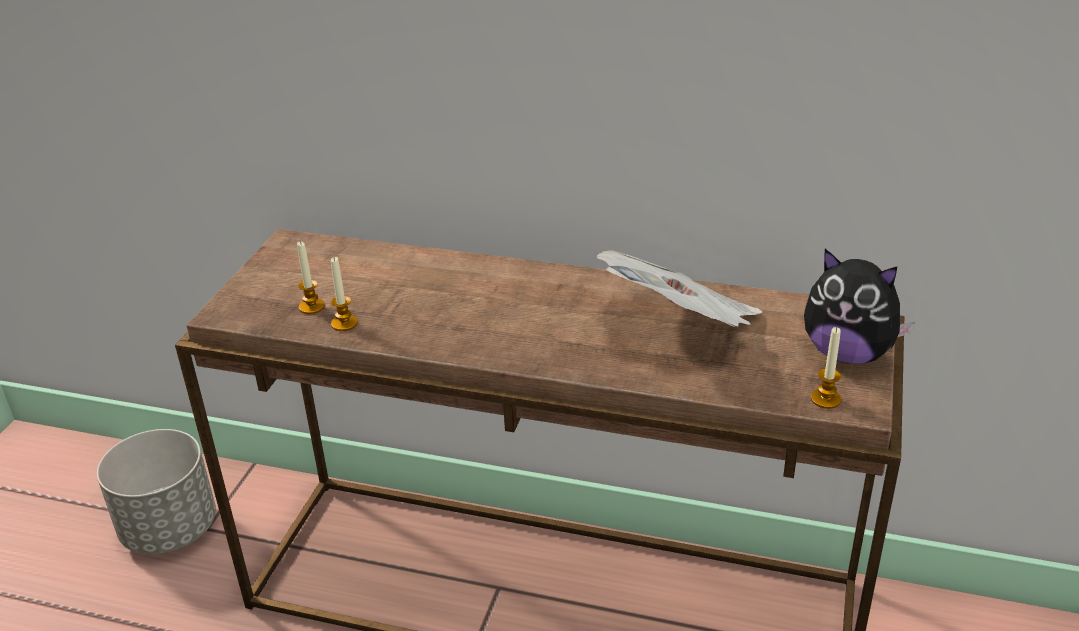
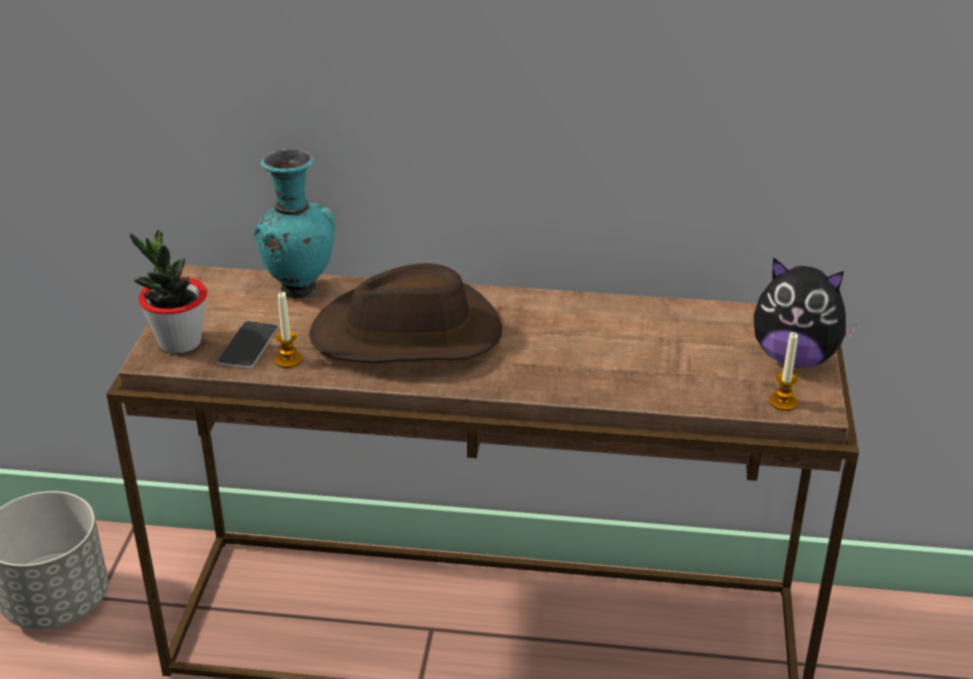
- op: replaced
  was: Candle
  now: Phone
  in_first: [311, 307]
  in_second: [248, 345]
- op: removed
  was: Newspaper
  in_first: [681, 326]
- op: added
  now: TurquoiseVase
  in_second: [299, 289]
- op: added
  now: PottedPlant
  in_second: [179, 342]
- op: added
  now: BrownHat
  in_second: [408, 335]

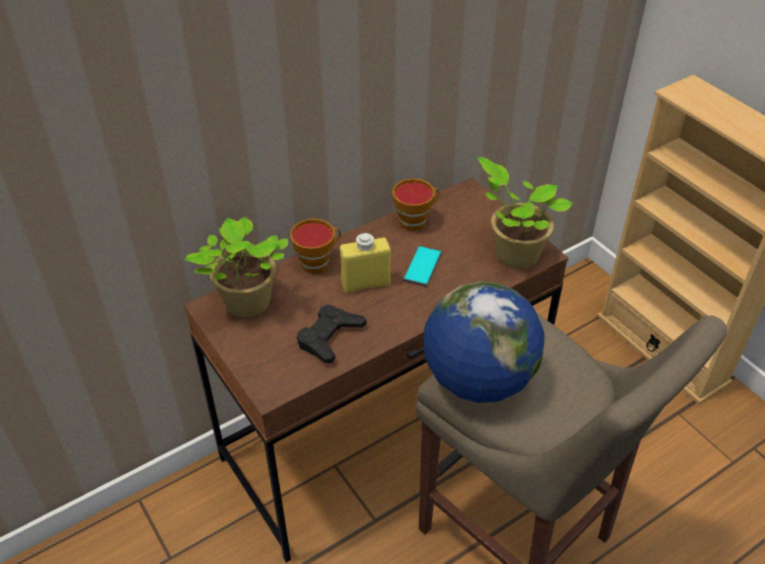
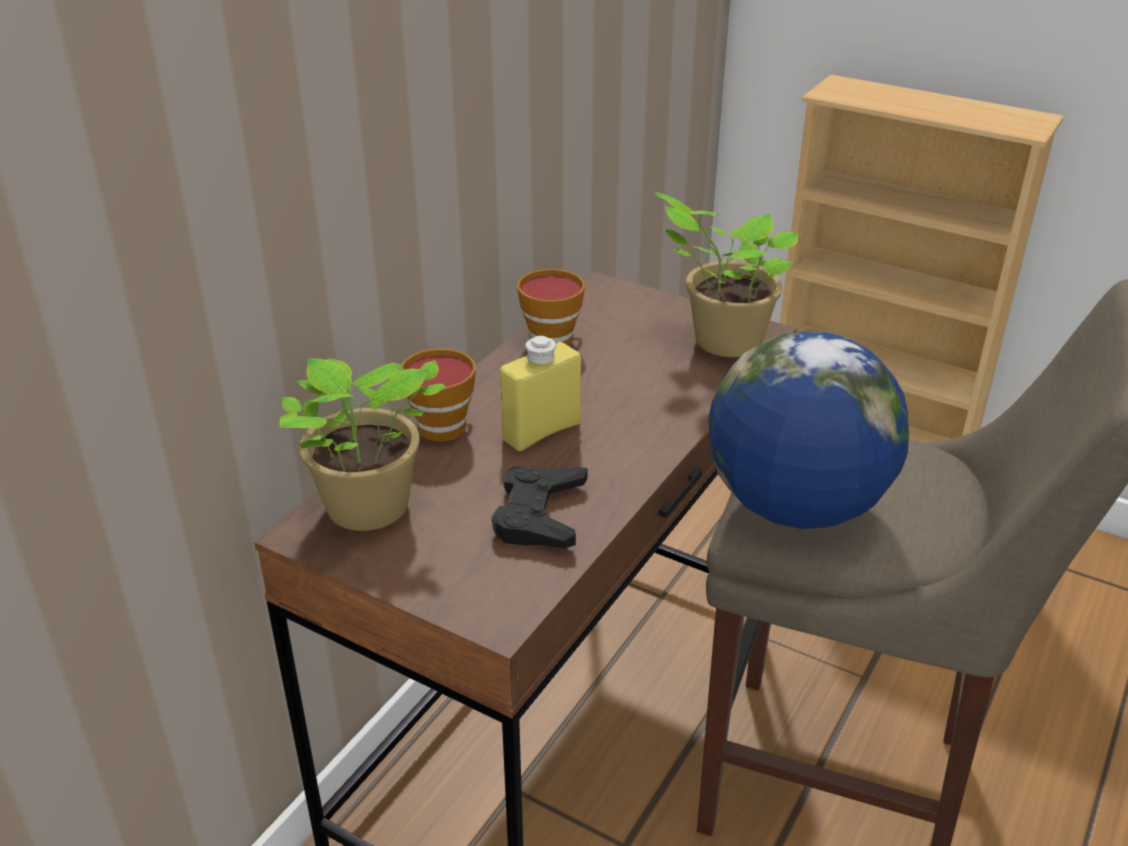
- op: removed
  was: Phone
  in_first: [422, 267]

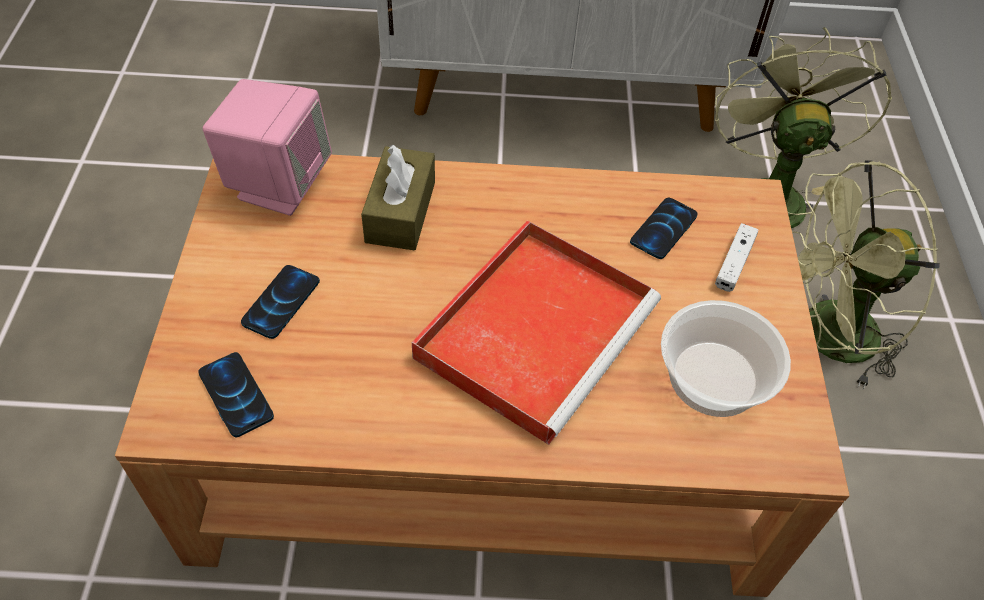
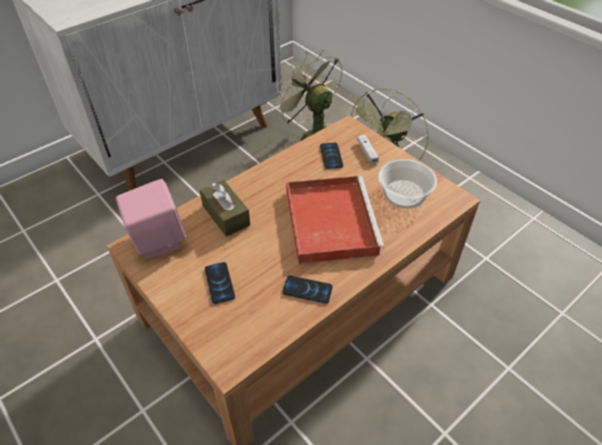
- op: moved
  was: Phone
  in_first: [236, 395]
  in_second: [307, 290]

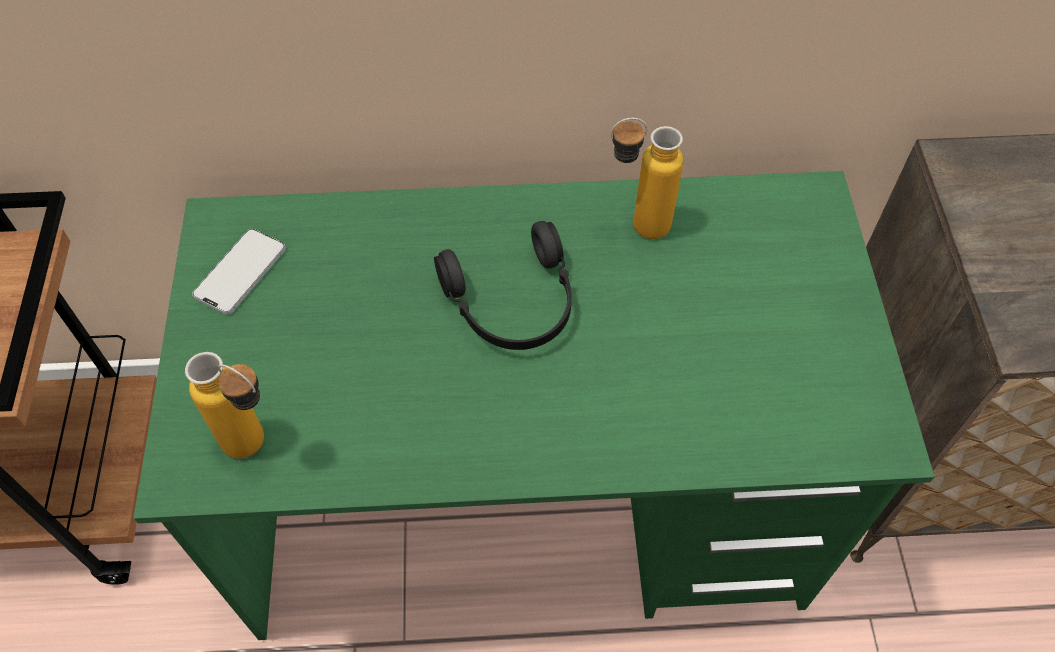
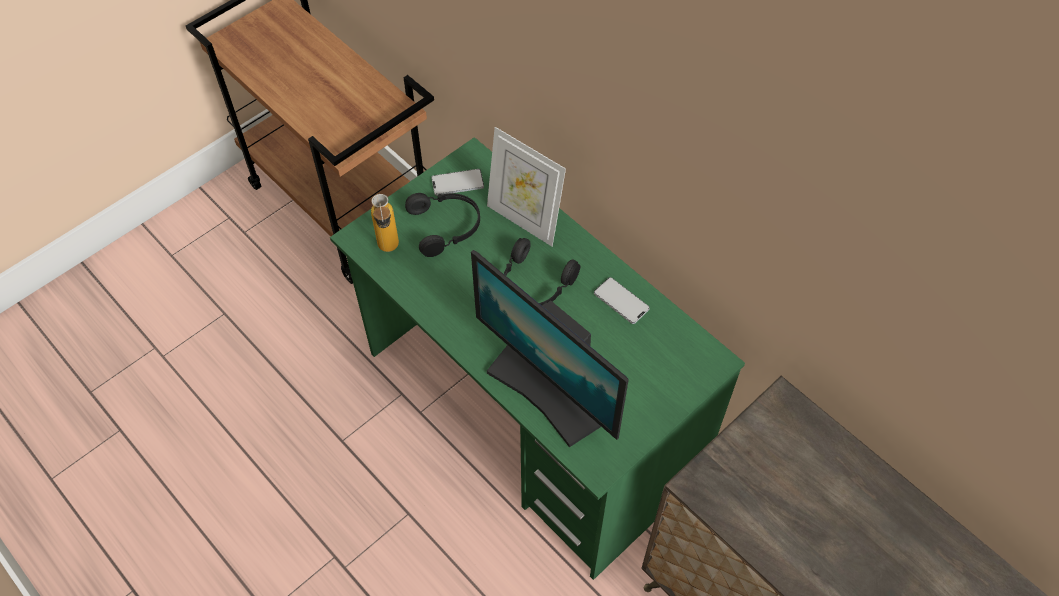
- op: replaced
  was: Bottle
  now: Phone
  in_first: [635, 227]
  in_second: [621, 301]
- op: added
  now: PictureFrame
  in_second: [524, 220]
- op: added
  now: BlackHeadphones
  in_second: [446, 227]
- op: added
  now: Monitor
  in_second: [548, 391]

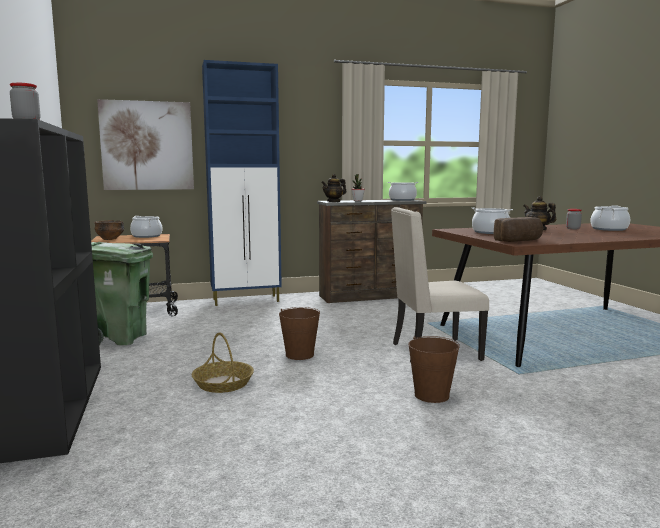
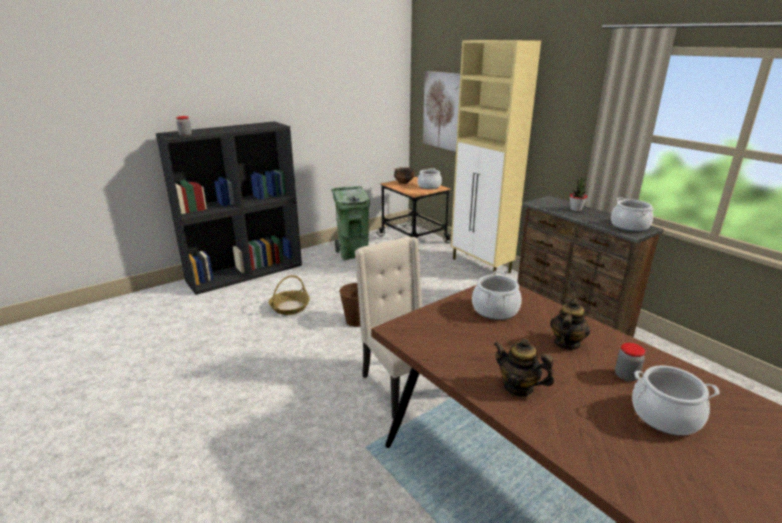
- op: recoloured
  was: BlueCabinet
  now: BeigeCabinet
  in_first: [247, 300]
  in_second: [481, 266]
- op: moved
  was: Teapot
  in_first: [334, 201]
  in_second: [518, 387]
- op: removed
  was: Bread
  in_first: [519, 241]
- op: removed
  was: BrownBucket
  in_first: [431, 395]

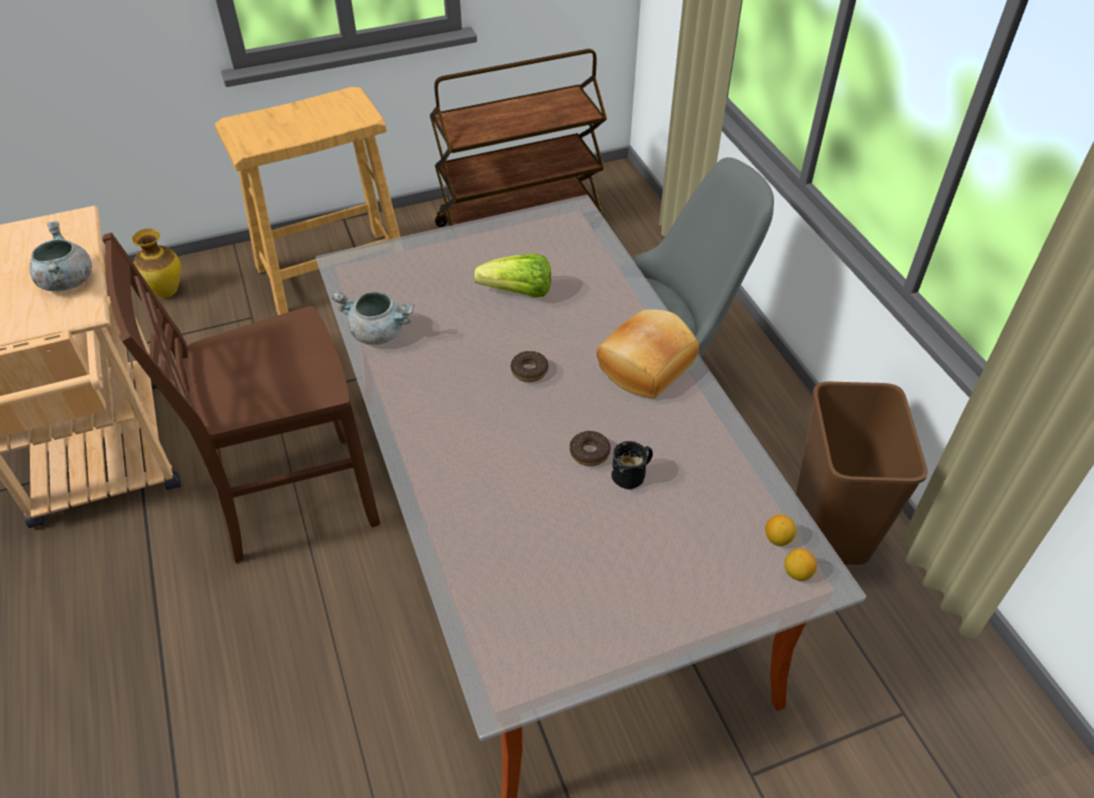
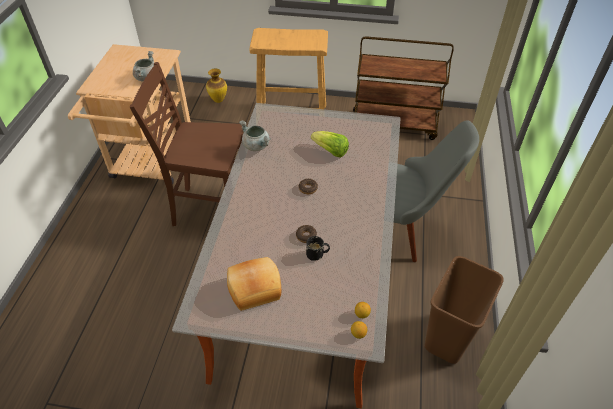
- op: moved
  was: Bread
  in_first: [644, 365]
  in_second: [254, 288]

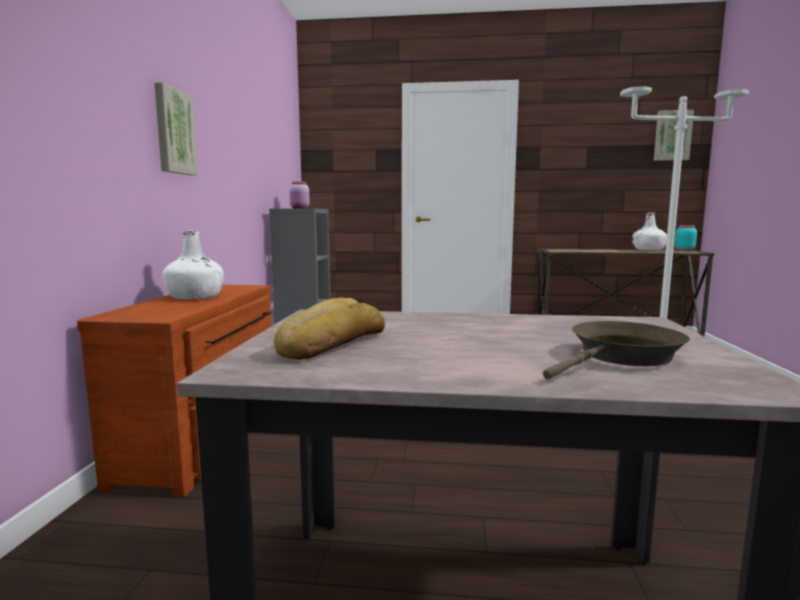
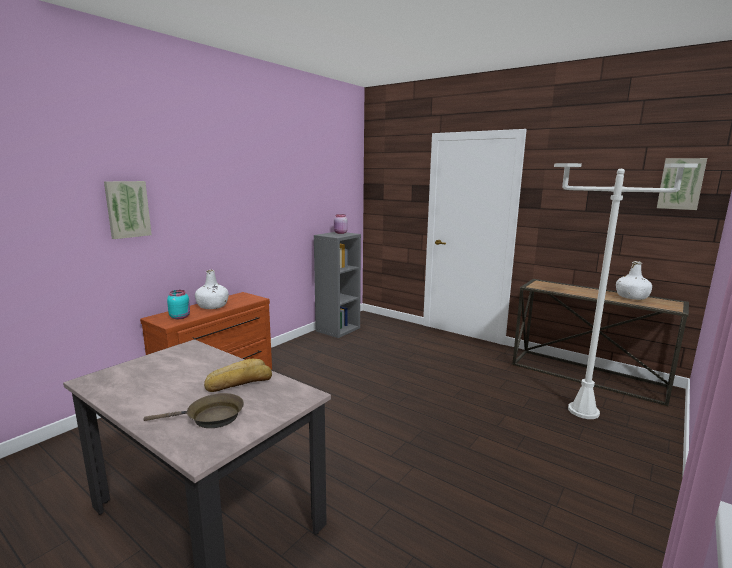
- op: moved
  was: Picture
  in_first: [173, 132]
  in_second: [127, 209]
- op: moved
  was: TurquoiseJar
  in_first: [684, 250]
  in_second: [180, 317]
- op: moved
  was: Bread
  in_first: [329, 343]
  in_second: [239, 382]

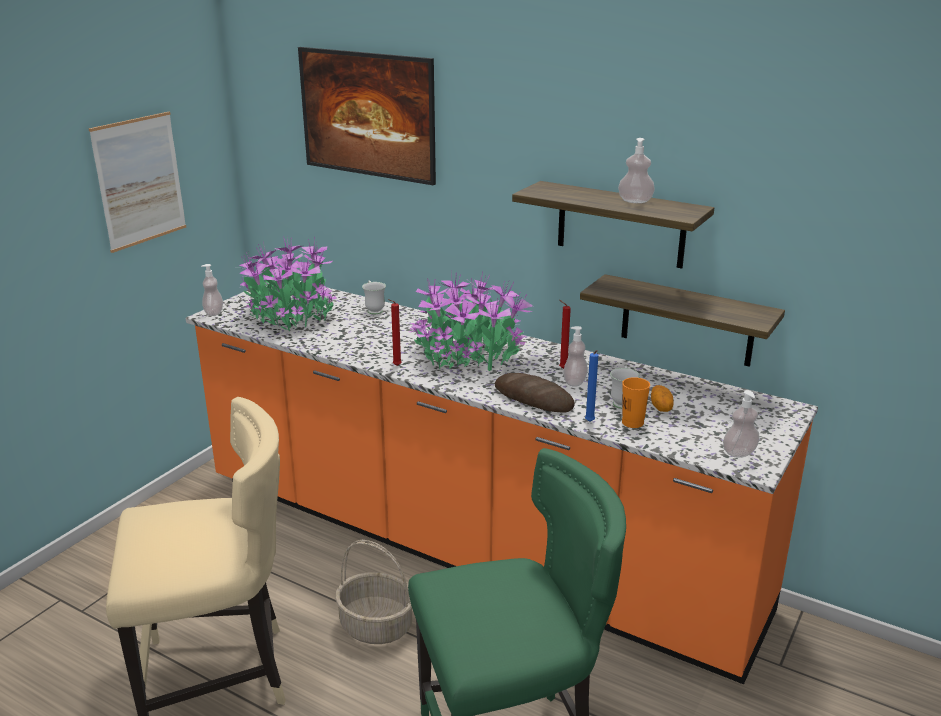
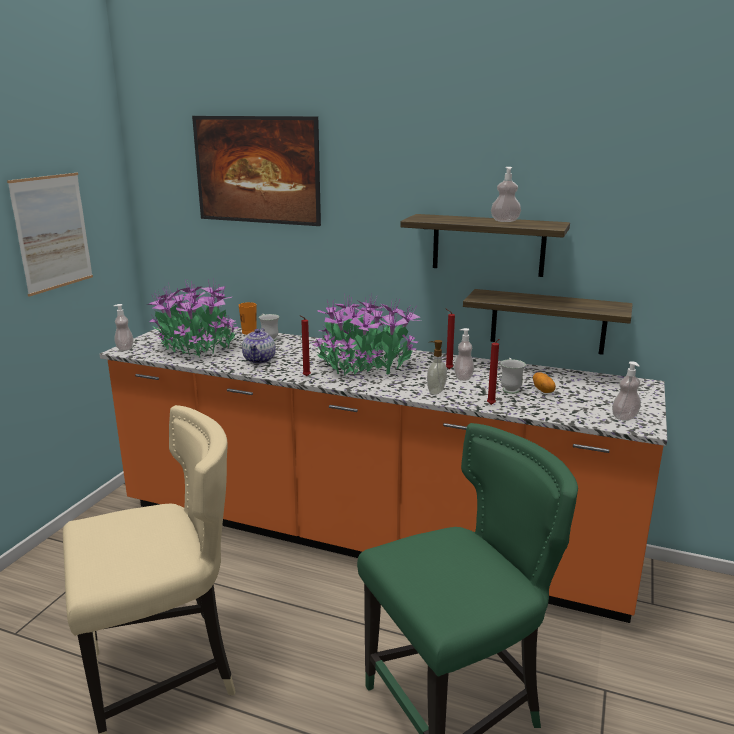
- op: recoloured
  was: BlueCandle
  now: RedCandle
  in_first: [590, 422]
  in_second: [491, 405]
- op: replaced
  was: Bread
  now: SoapDispenser
  in_first: [533, 398]
  in_second: [435, 391]
- op: moved
  was: OrangeCup
  in_first: [632, 423]
  in_second: [249, 332]
- op: removed
  was: Basket
  in_first: [377, 626]
- op: added
  now: Teapot
  in_second: [260, 360]

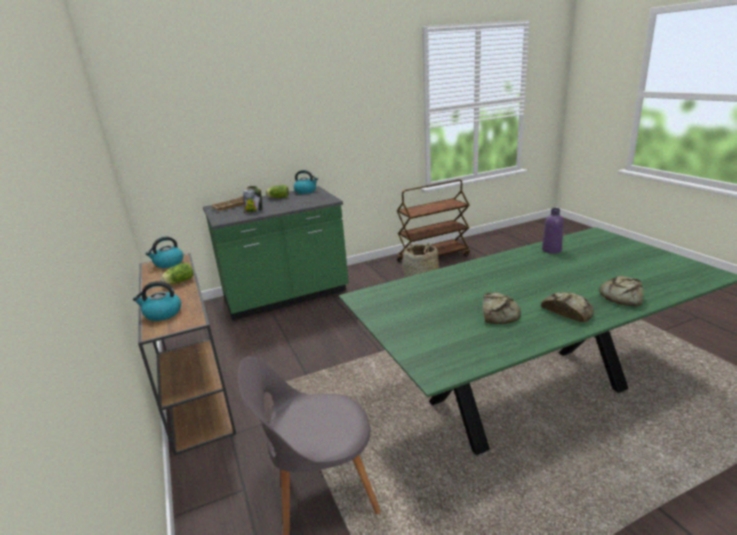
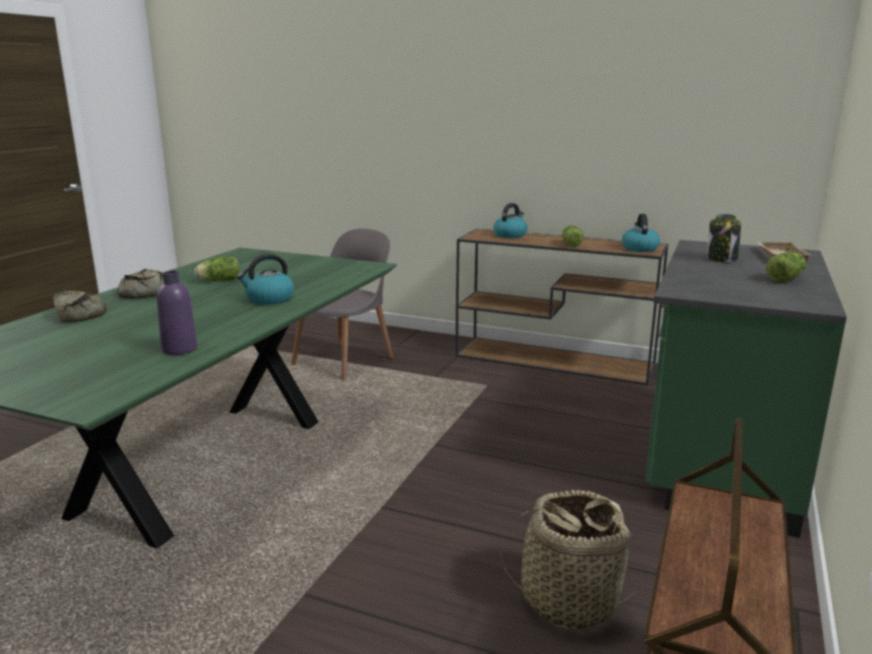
- op: moved
  was: Kettle
  in_first: [306, 191]
  in_second: [269, 299]
- op: replaced
  was: Bread
  now: Lettuce
  in_first: [499, 313]
  in_second: [218, 280]

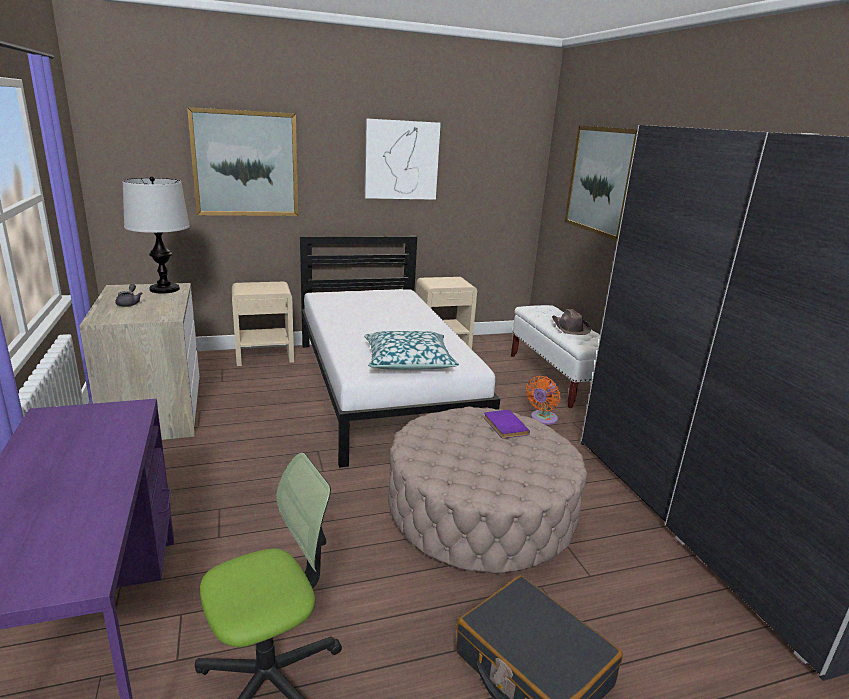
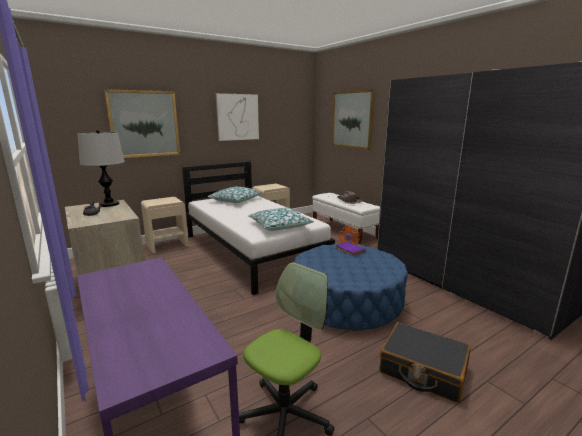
- op: recoloured
  was: BeigeOttoman
  now: BlueOttoman
  in_first: [480, 511]
  in_second: [346, 301]
- op: added
  now: Pillow
  in_second: [235, 200]

